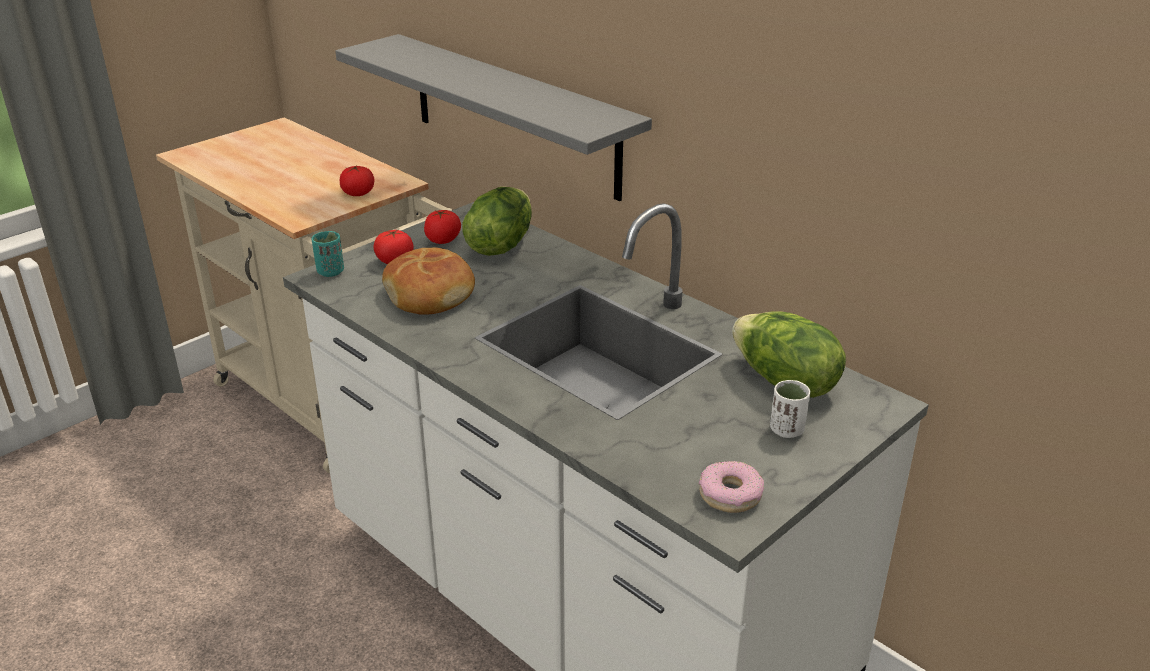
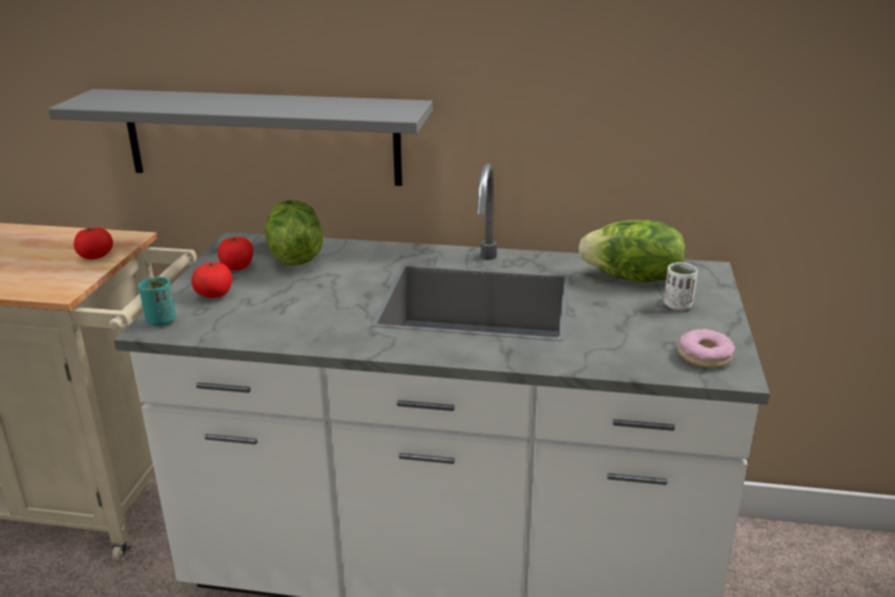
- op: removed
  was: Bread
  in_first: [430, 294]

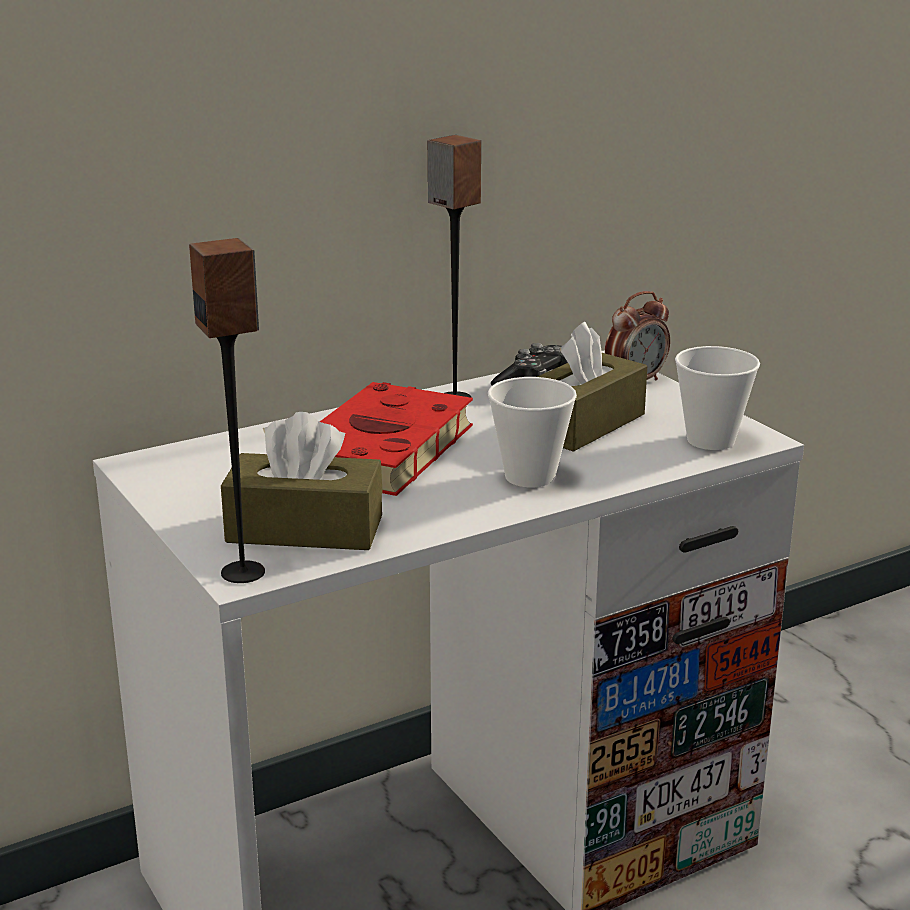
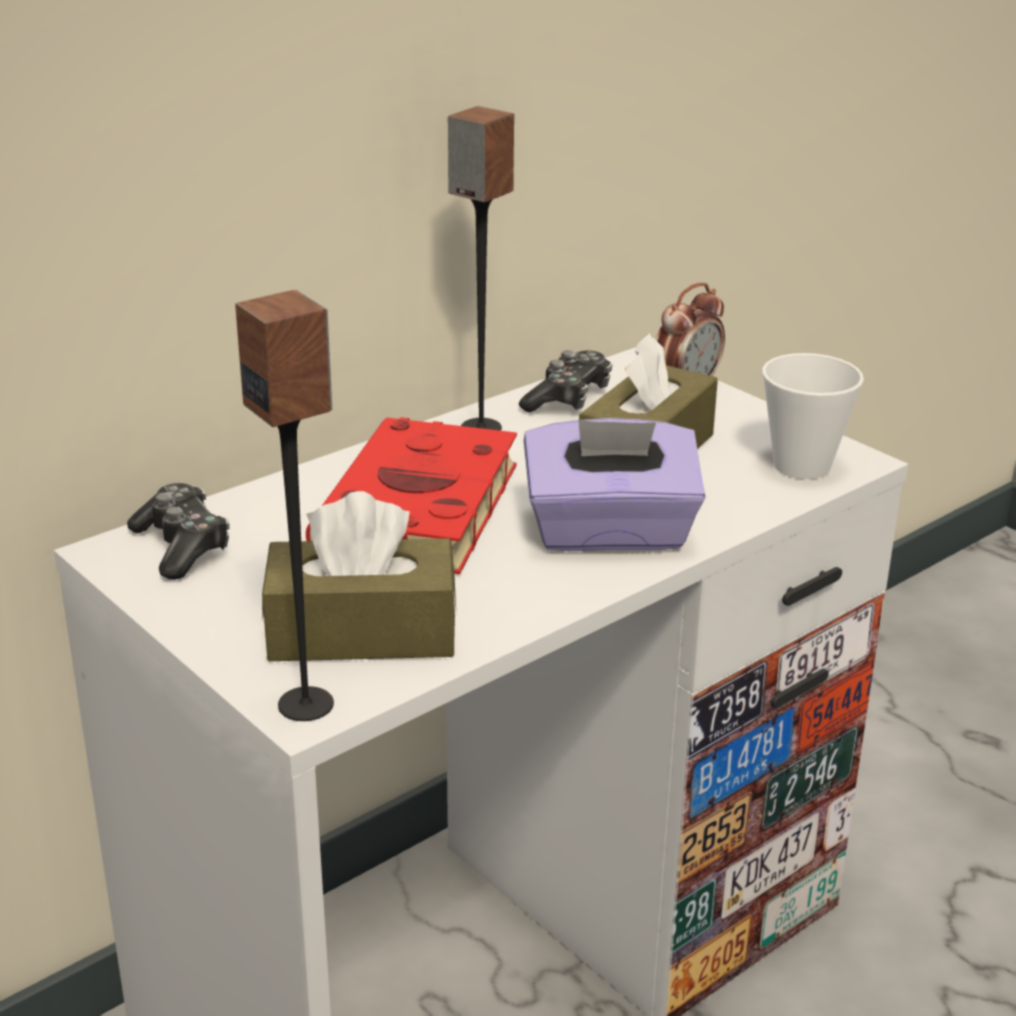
- op: replaced
  was: Cup
  now: PurpleTissueBox
  in_first: [530, 476]
  in_second: [610, 533]
- op: added
  now: GameController
  in_second: [182, 546]

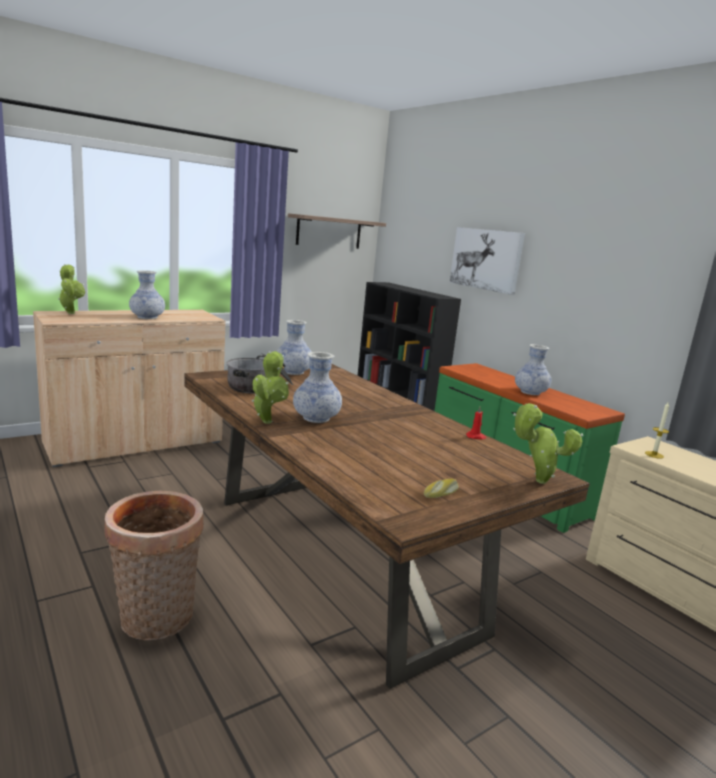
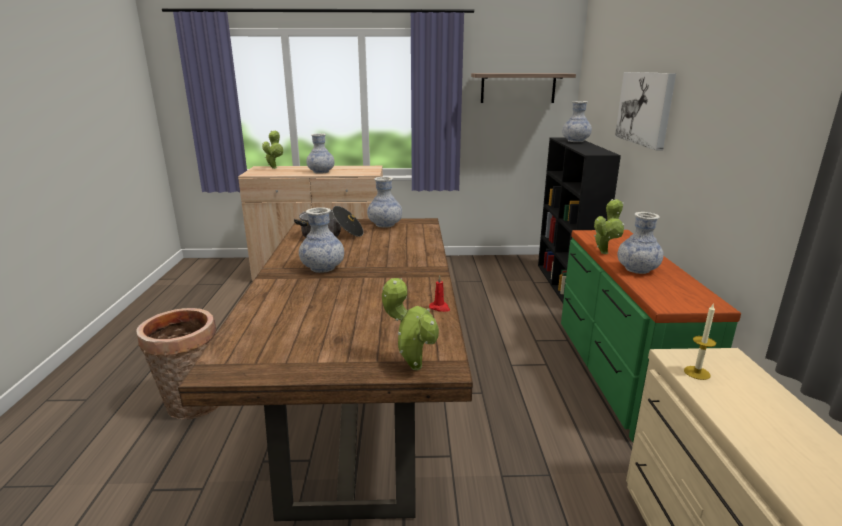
- op: moved
  was: PottedPlant
  in_first: [267, 420]
  in_second: [604, 252]
- op: removed
  was: Bread
  in_first: [441, 493]
- op: added
  now: Vase
  in_second: [575, 141]

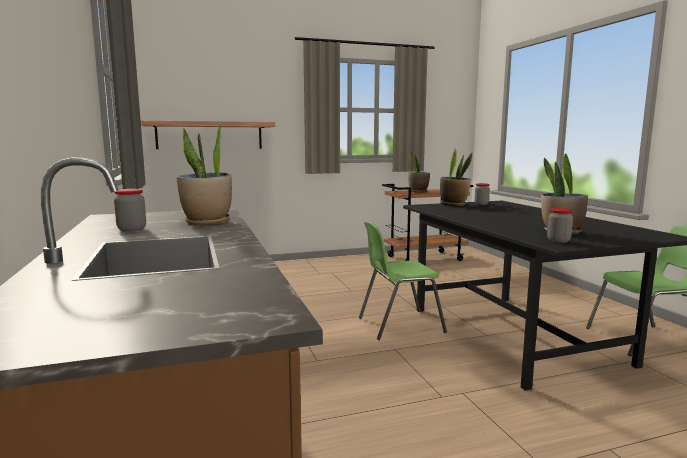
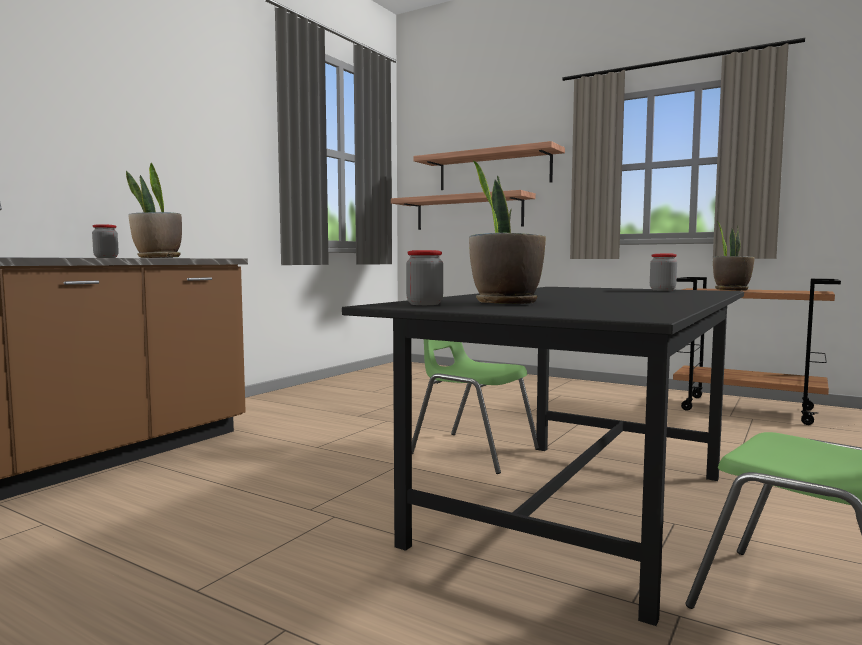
- op: removed
  was: PottedPlant
  in_first: [454, 204]
- op: added
  now: Shelf
  in_second: [494, 170]

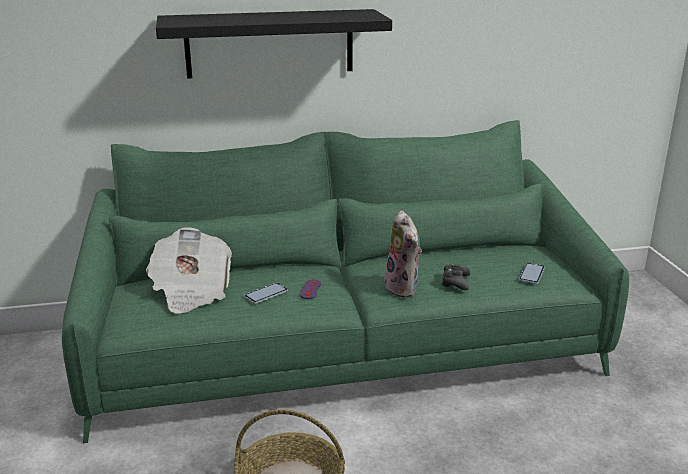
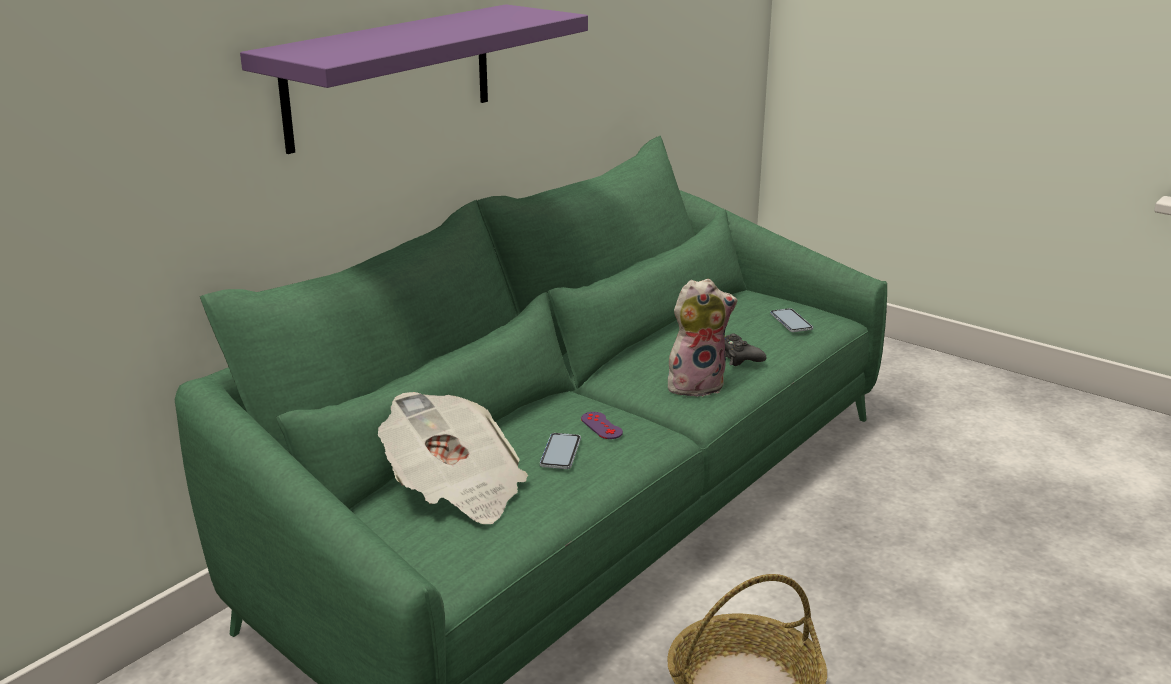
- op: recoloured
  was: BlackShelf
  now: PurpleShelf
  in_first: [269, 43]
  in_second: [390, 76]
- op: turned
  was: PlushToy
  in_first: [404, 288]
  in_second: [696, 384]
  clockwise: -45

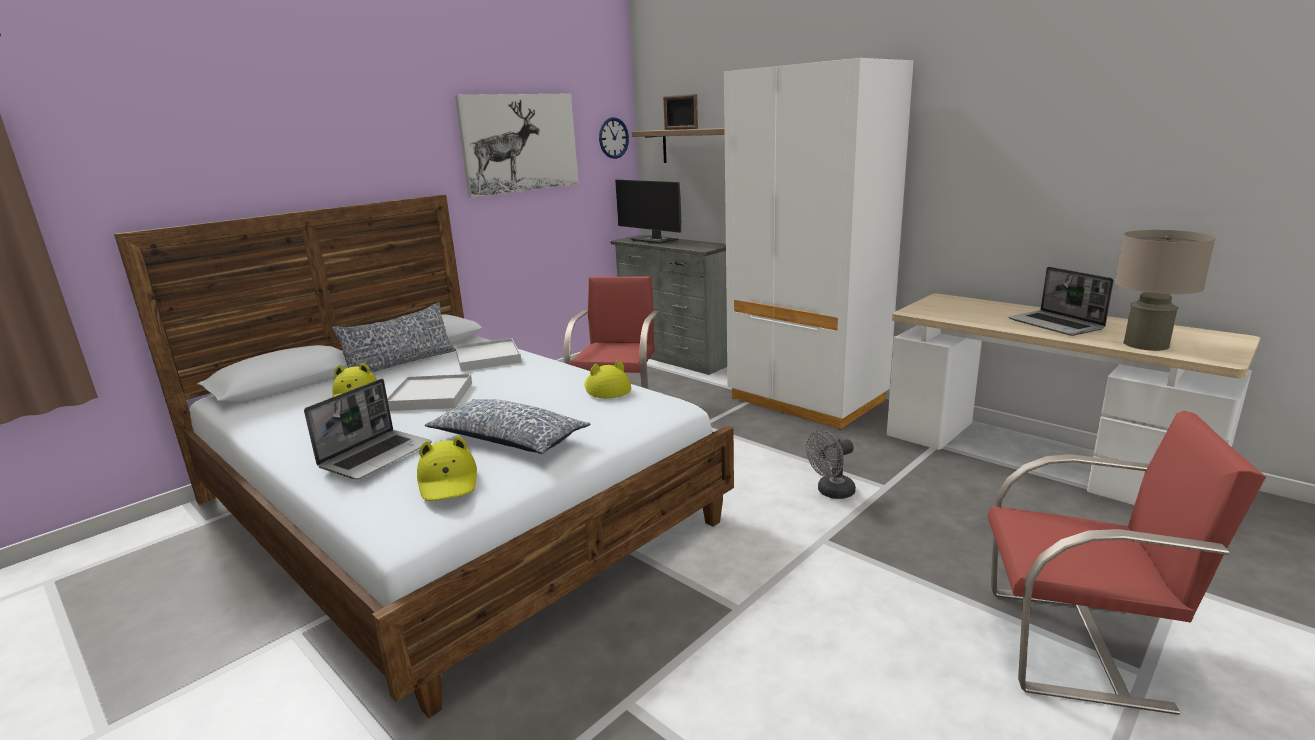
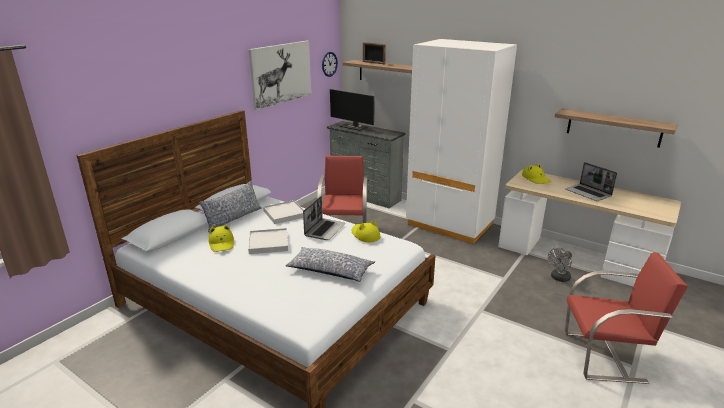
- op: removed
  was: BeigeTableLamp
  in_first: [1146, 344]
- op: moved
  was: Laptop
  in_first: [376, 456]
  in_second: [324, 230]
- op: moved
  was: GreyFan
  in_first: [831, 492]
  in_second: [558, 278]
- op: moved
  was: YellowHat
  in_first: [448, 481]
  in_second: [536, 179]
- op: added
  now: Shelf
  in_second: [613, 127]

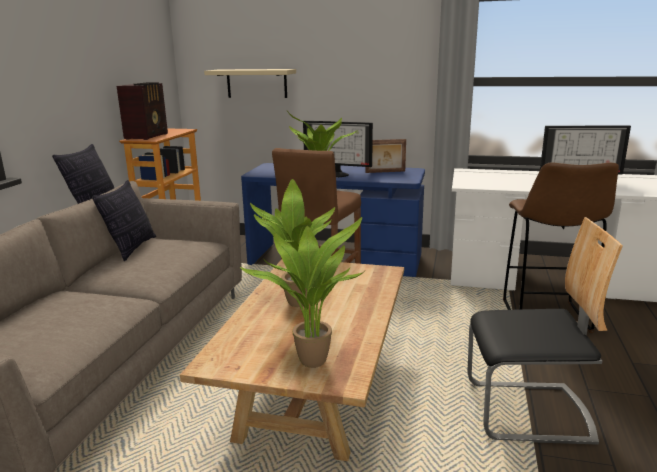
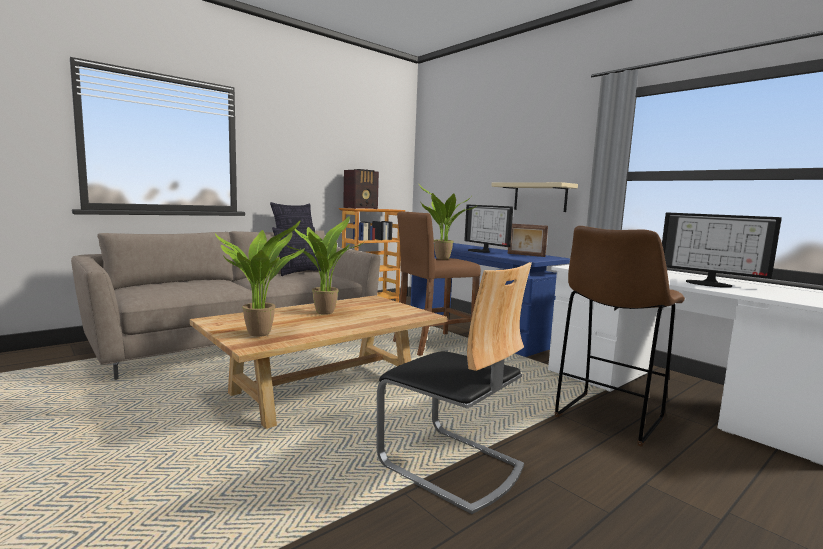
- op: moved
  was: BeigeShelf
  in_first: [256, 83]
  in_second: [540, 197]

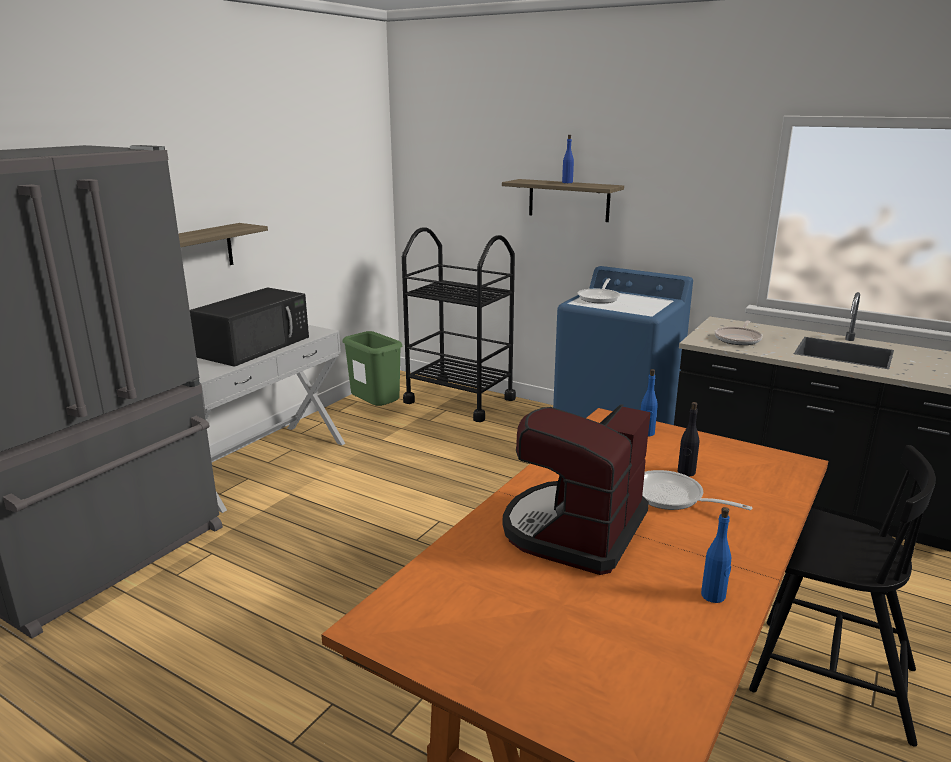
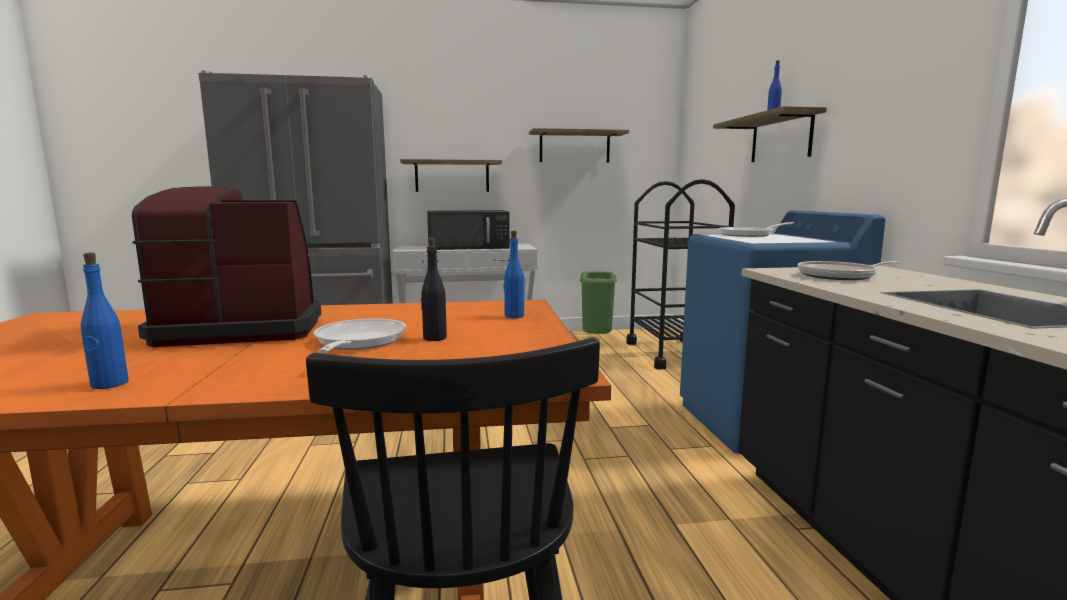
- op: added
  now: Shelf
  in_second: [574, 147]

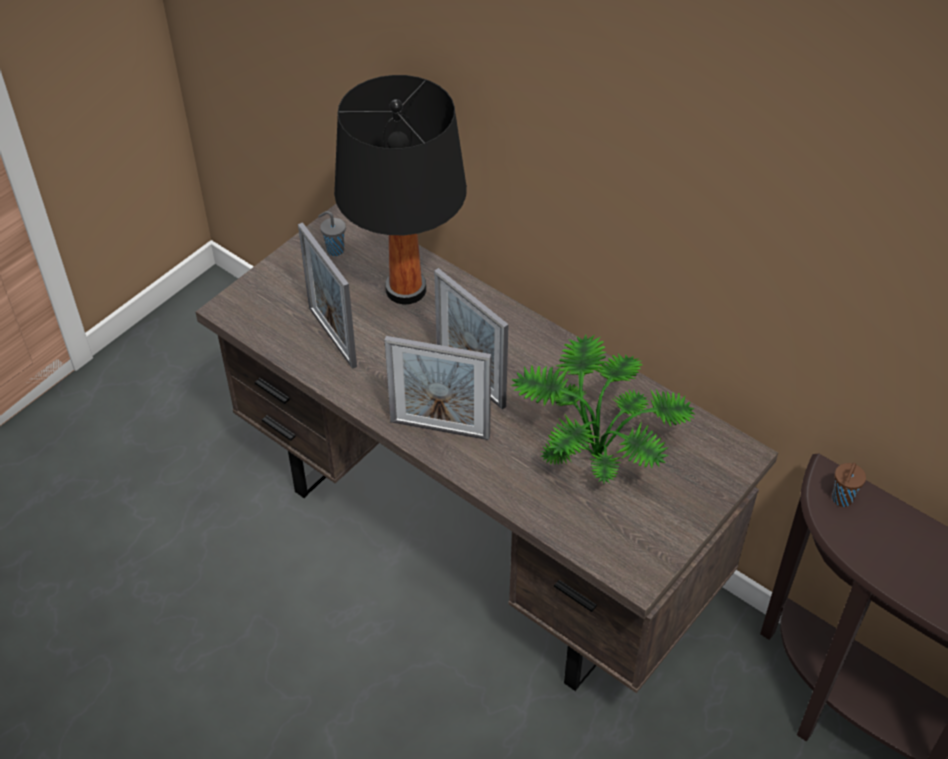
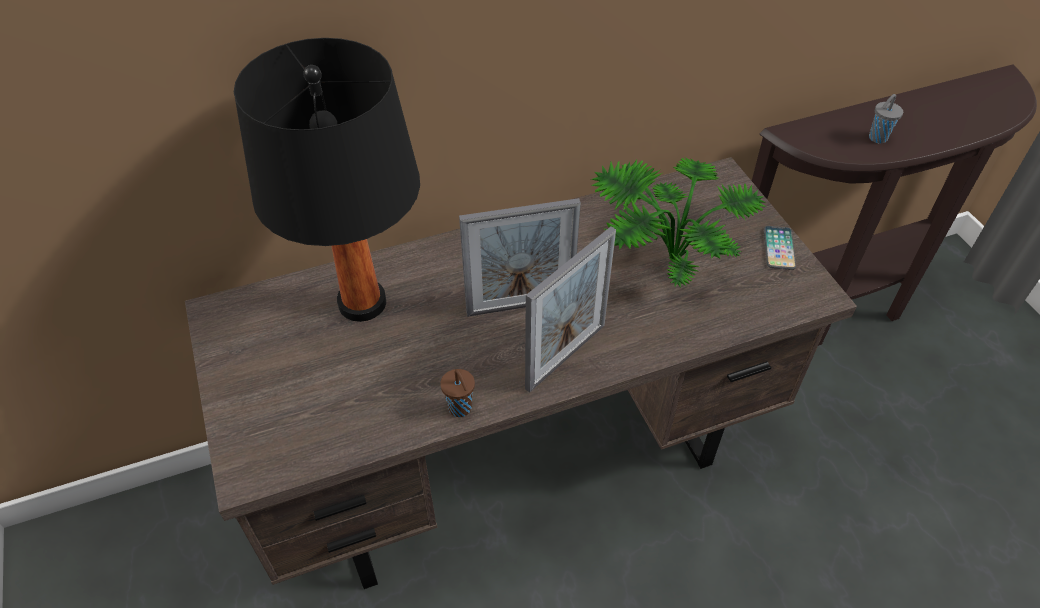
- op: moved
  was: GreyCup
  in_first: [334, 250]
  in_second: [877, 138]
- op: removed
  was: PictureFrame
  in_first: [332, 337]
- op: moved
  was: BrownCup
  in_first: [841, 500]
  in_second: [460, 409]
- op: added
  now: Phone
  in_second: [779, 248]

